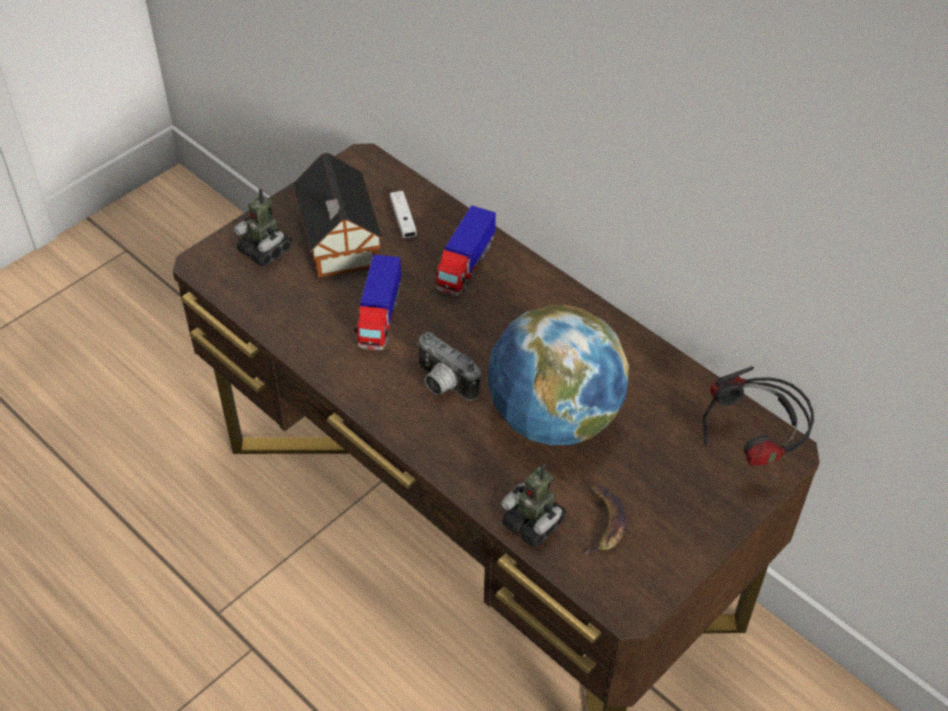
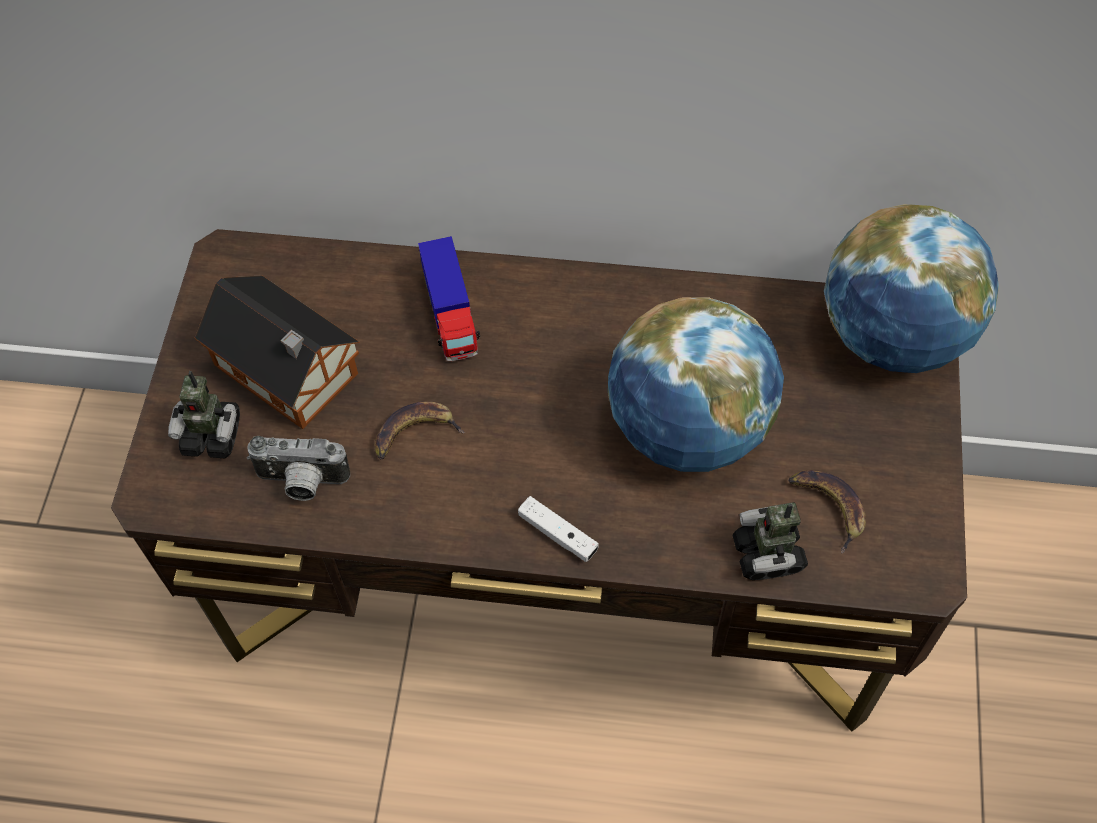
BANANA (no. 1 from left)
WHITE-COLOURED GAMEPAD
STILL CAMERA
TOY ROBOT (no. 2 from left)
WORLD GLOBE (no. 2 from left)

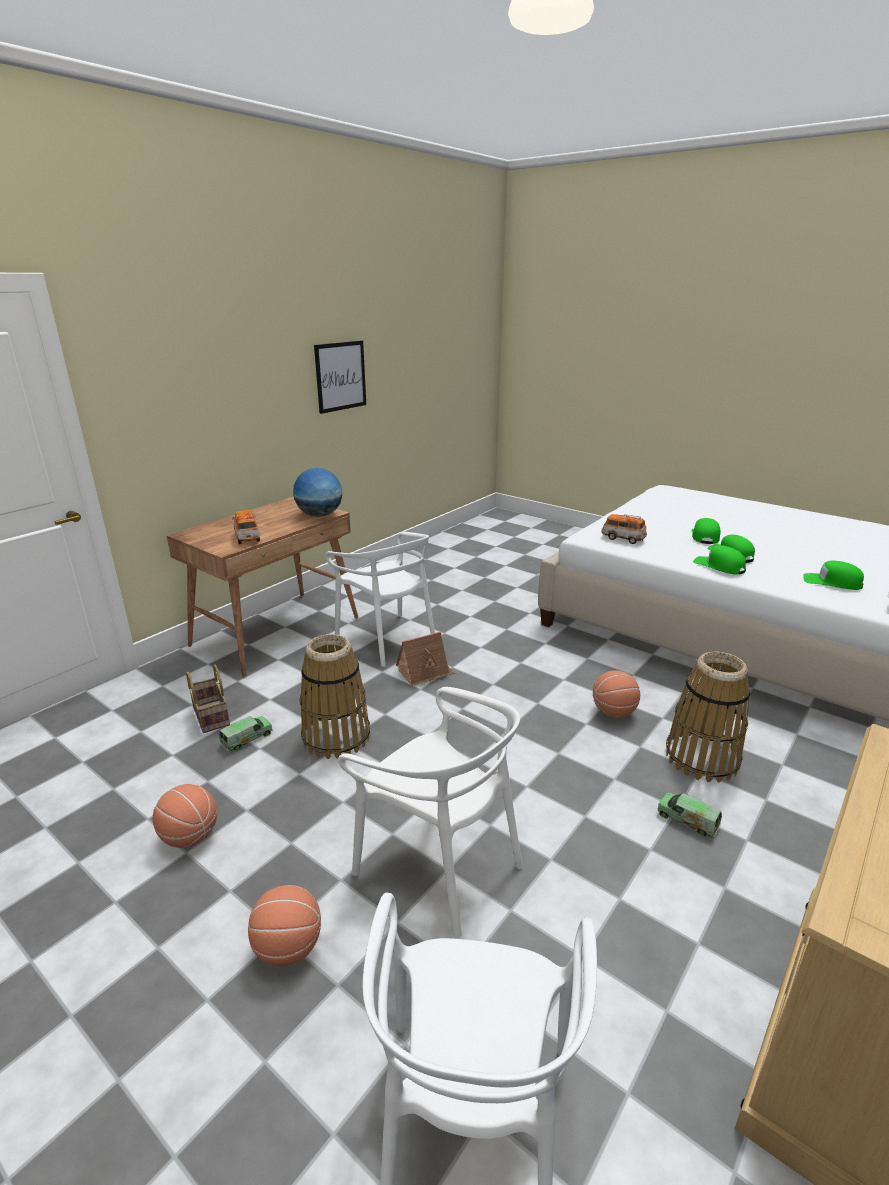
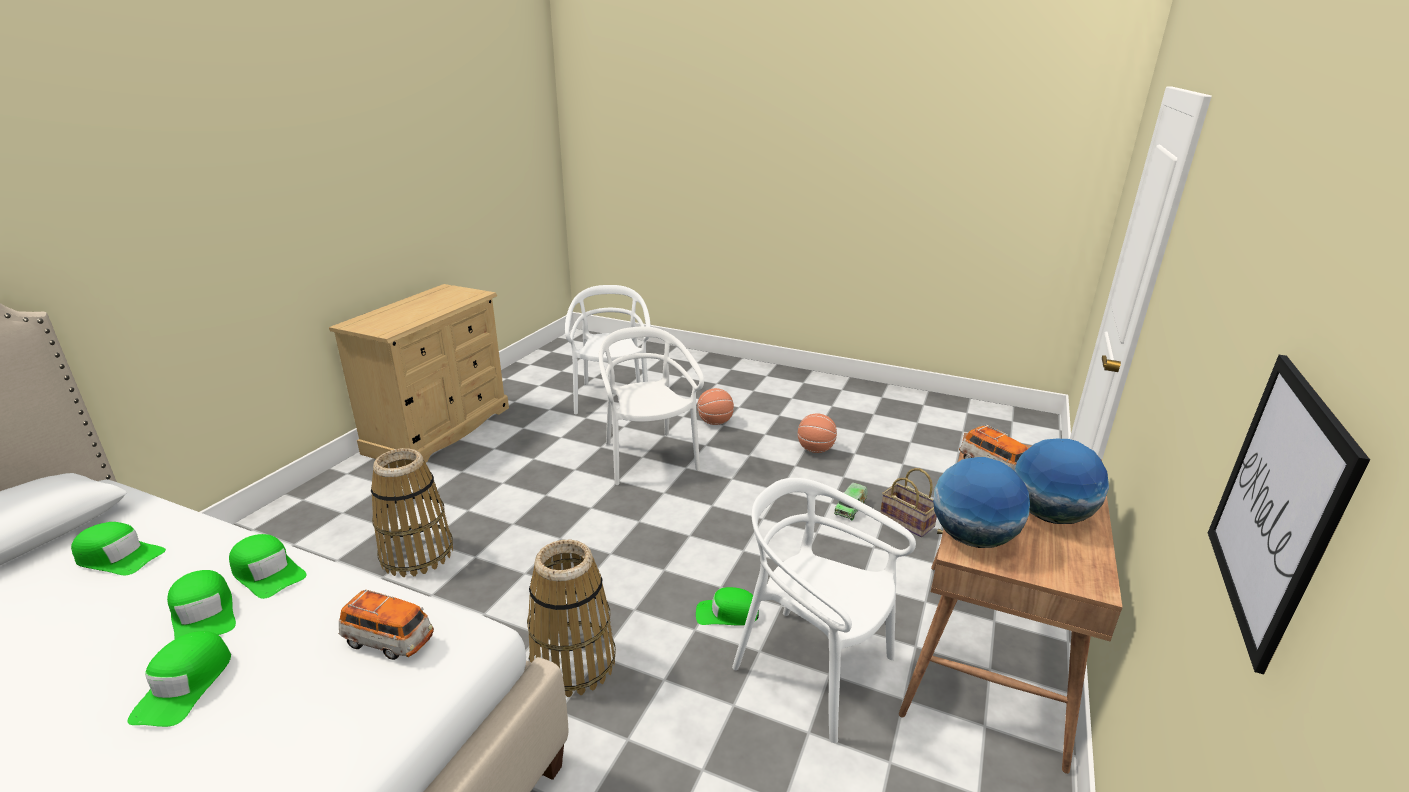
HOUSEHOLD BASKET (no. 2 from left)
WHITE-COLOURED UPRIGHT CHAIR (no. 2 from left)
GREEN-COLOURED PEAKED CAP (no. 5 from left)
BASKETBALL BALL (no. 3 from left in the first image)
TOY TRUCK (no. 2 from left in the first image)
WORLD GLOBE (no. 2 from left)

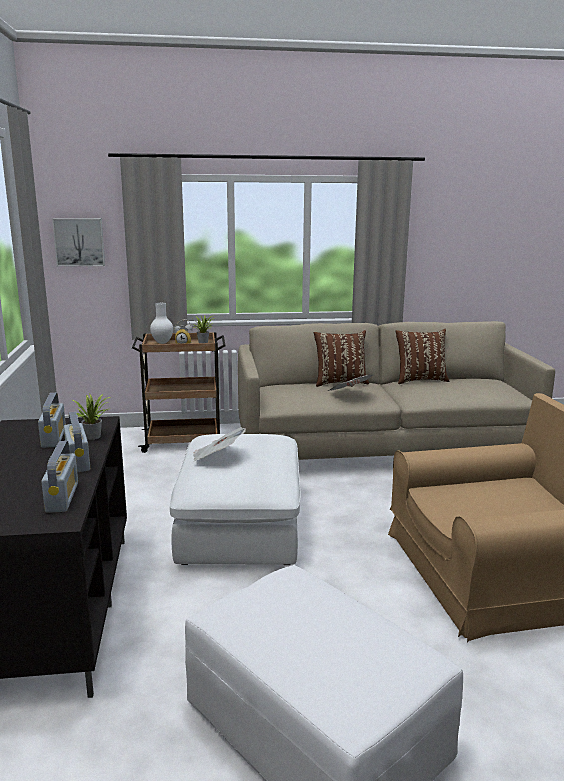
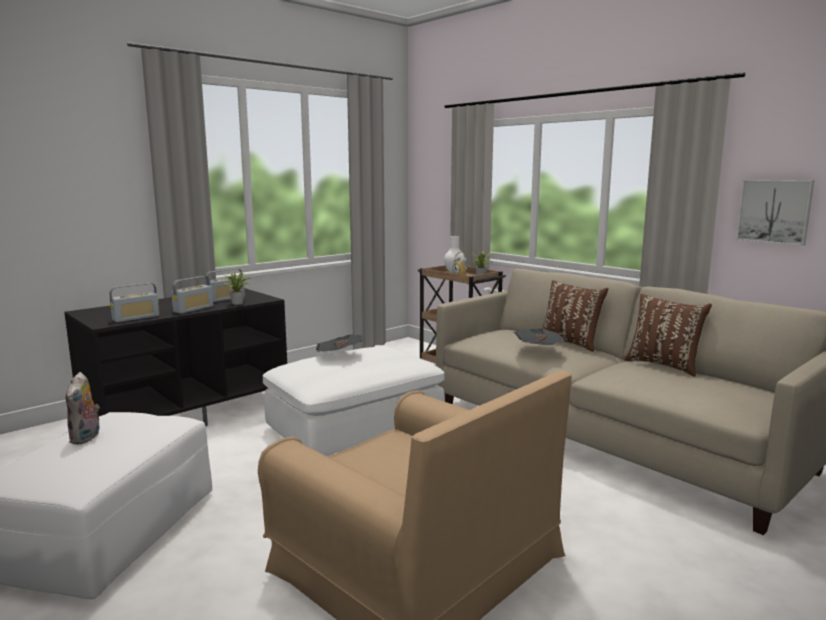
WALL ART
CUDDLY TOY

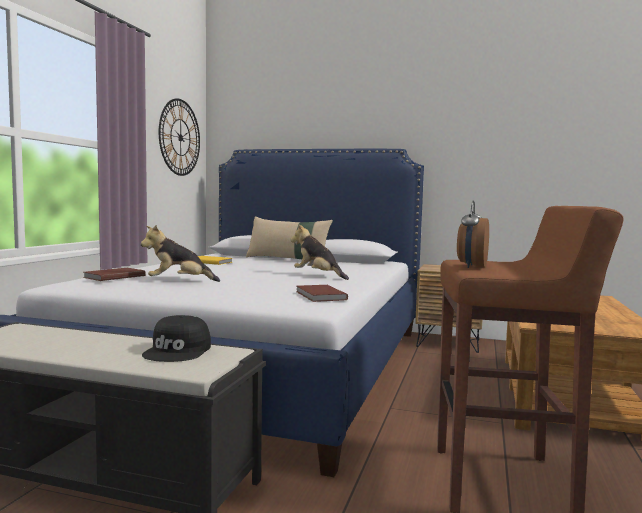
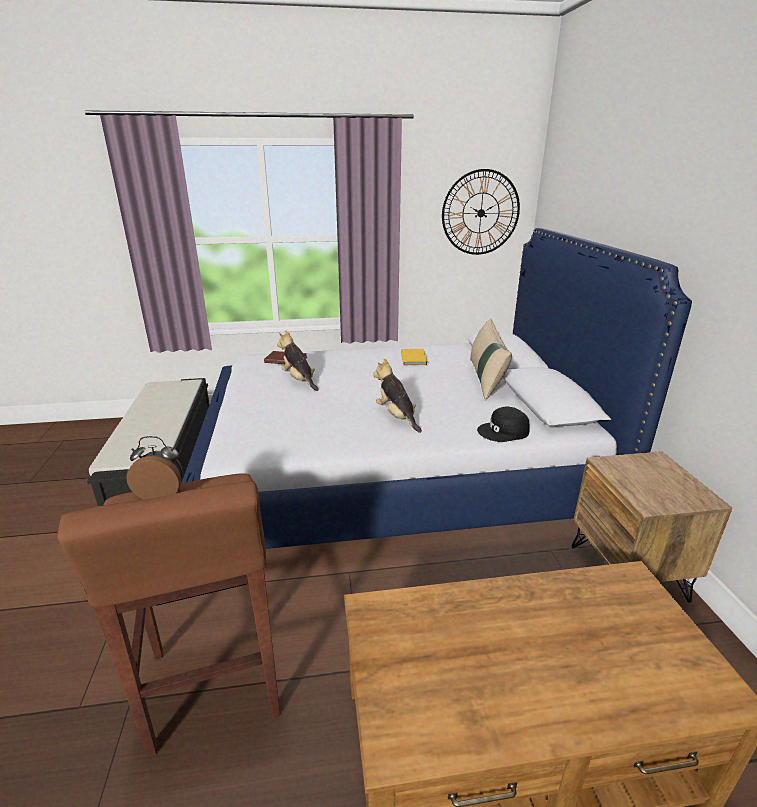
BLACK-COLOURED PEAKED CAP
CUDDLY TOY (no. 2 from left)
BROWN VOLUME (no. 2 from left in the first image)

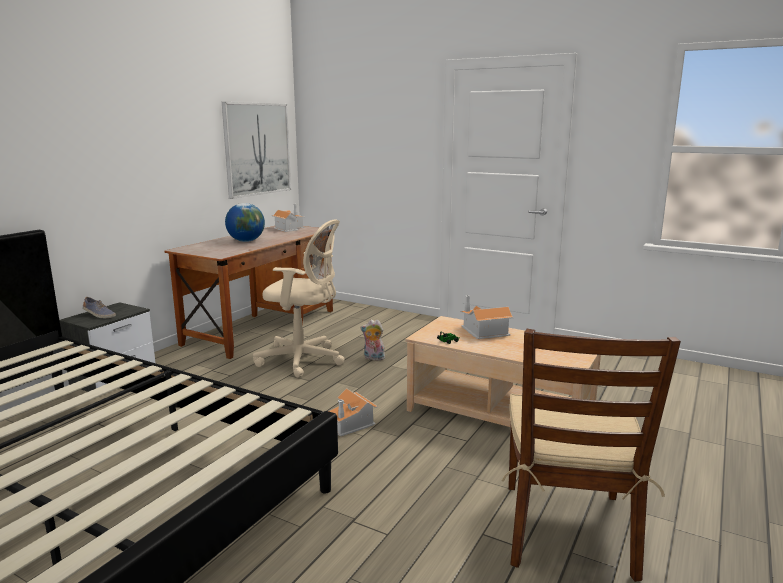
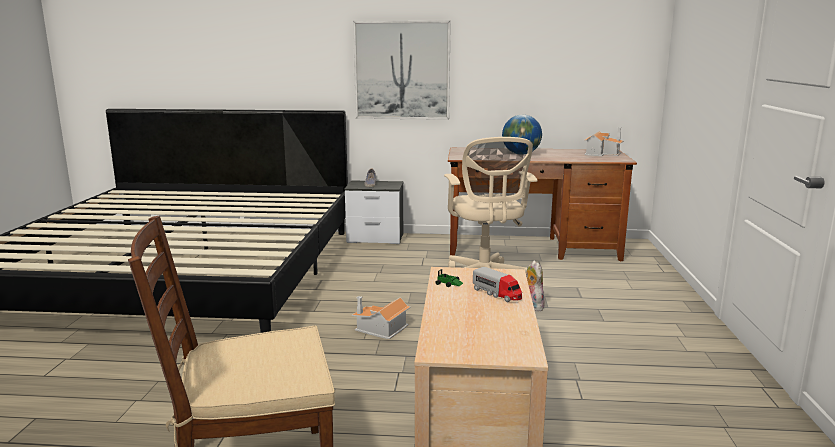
WALL ART
TOY TRUCK

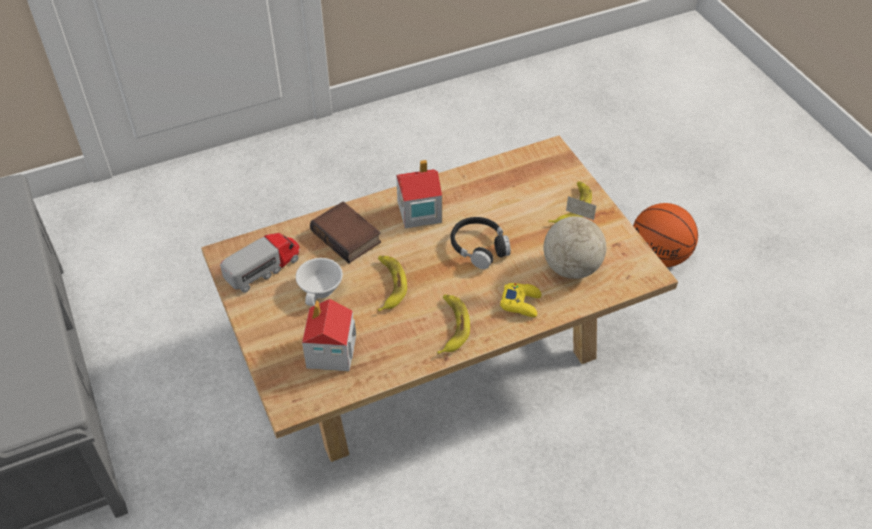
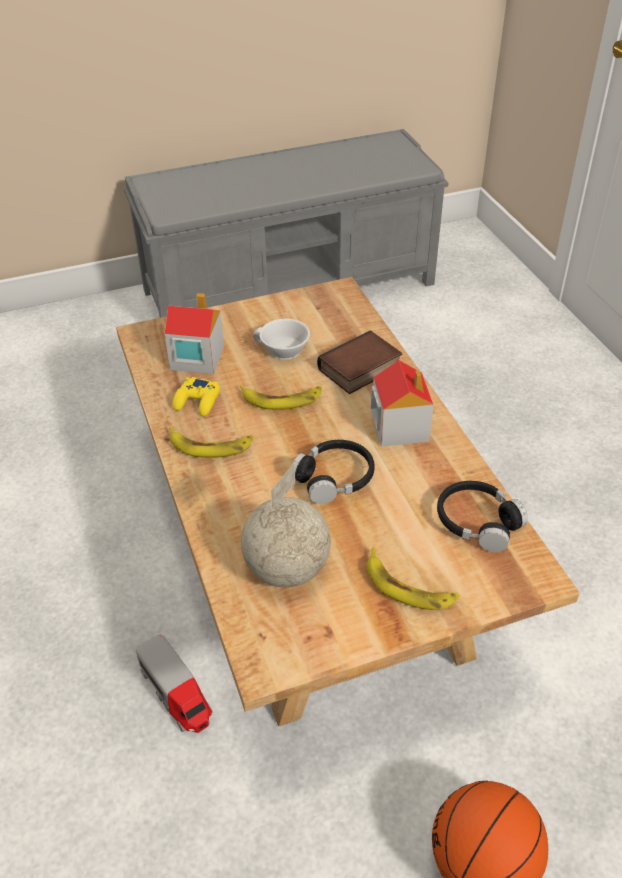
TOY TRUCK
YELLOW-COLOURED GAMEPAD
BLACK-COLOURED HEADPHONES (no. 2 from left)

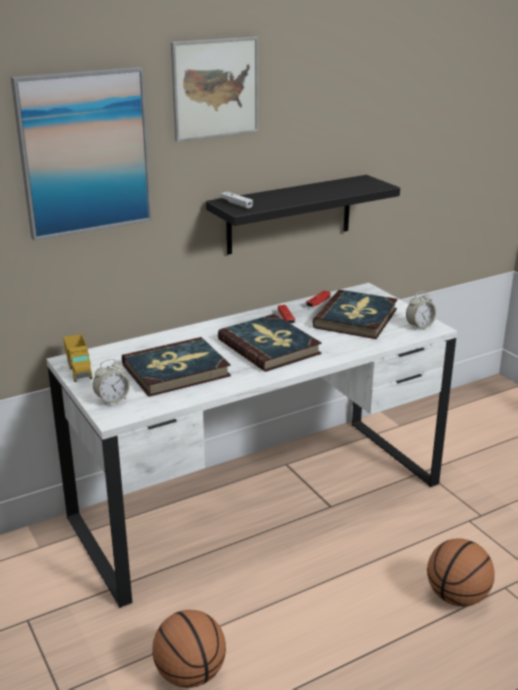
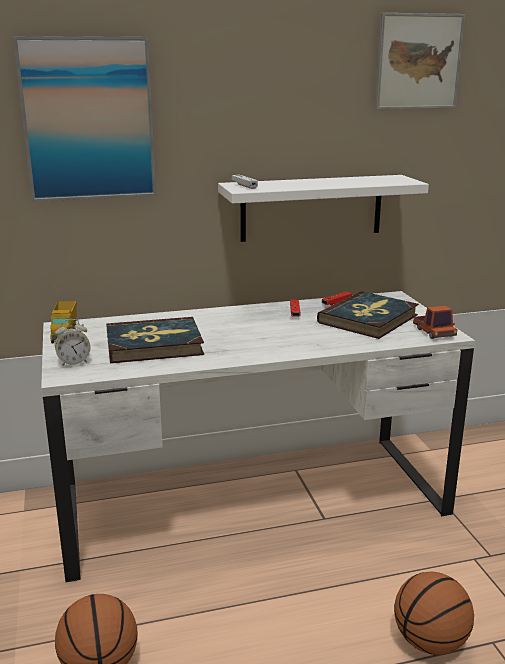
WALL ART (no. 2 from left)
WHITE-COLOURED SHELF
VOLUME (no. 2 from left in the first image)
TOY TRUCK (no. 2 from left)

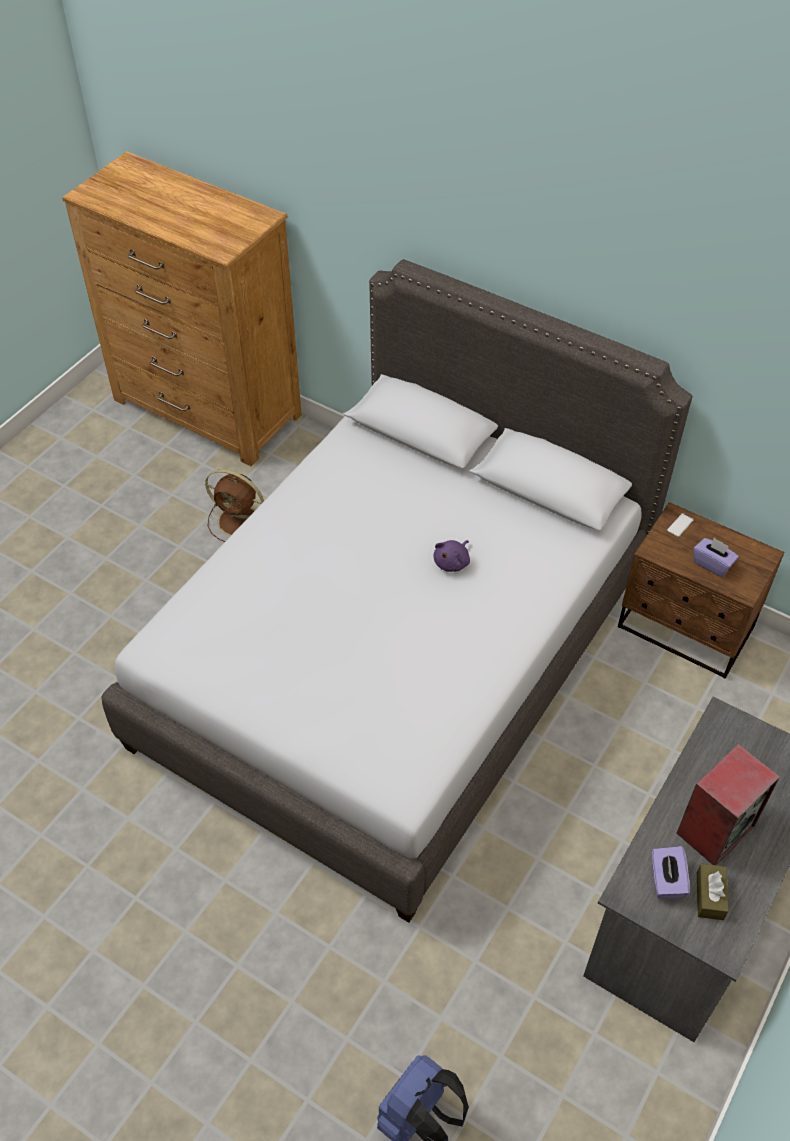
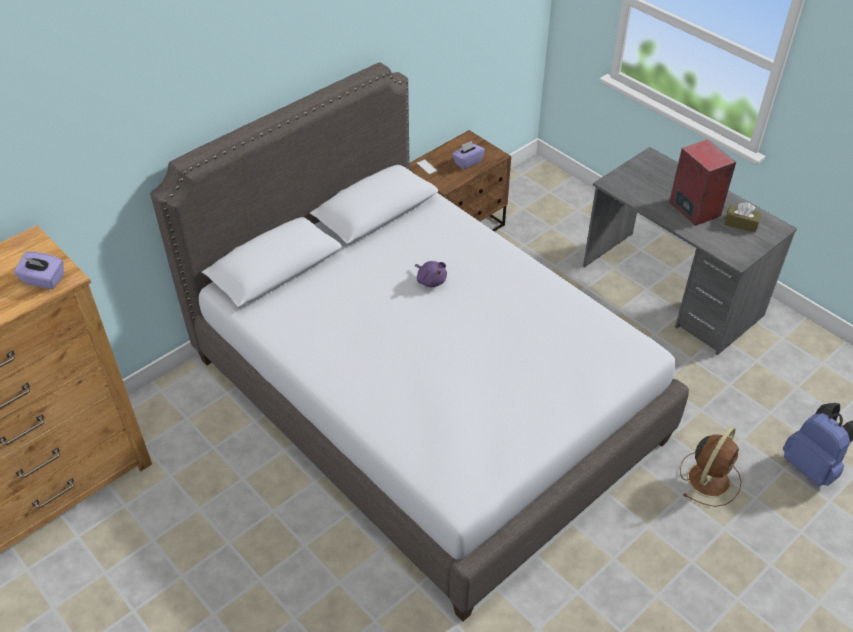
BROWN FAN
PURPLISH BOX OF TISSUES (no. 1 from left)

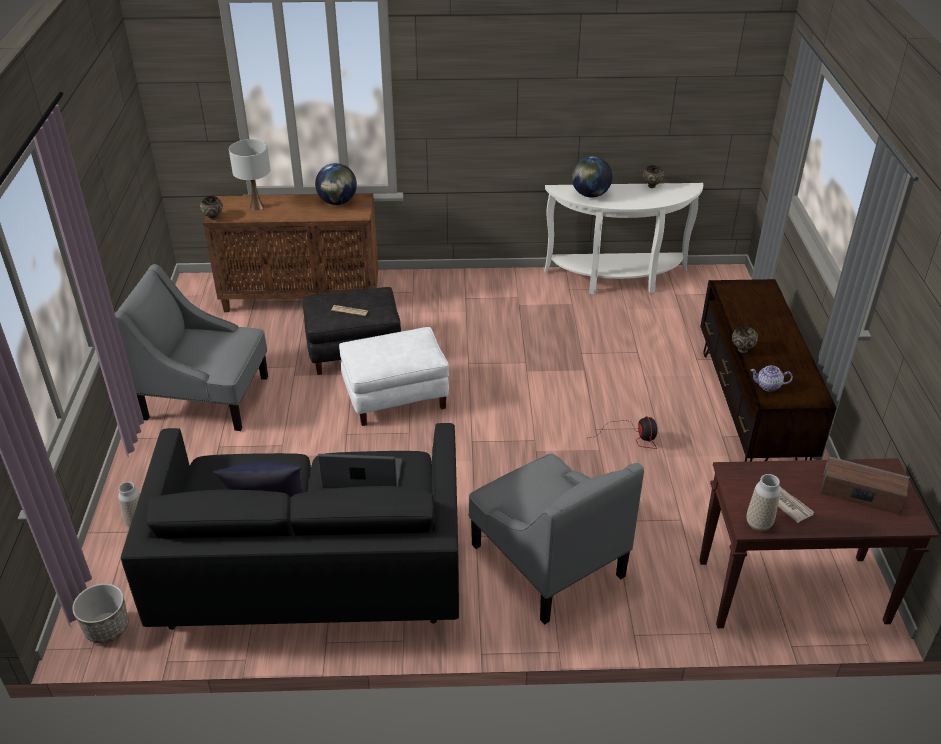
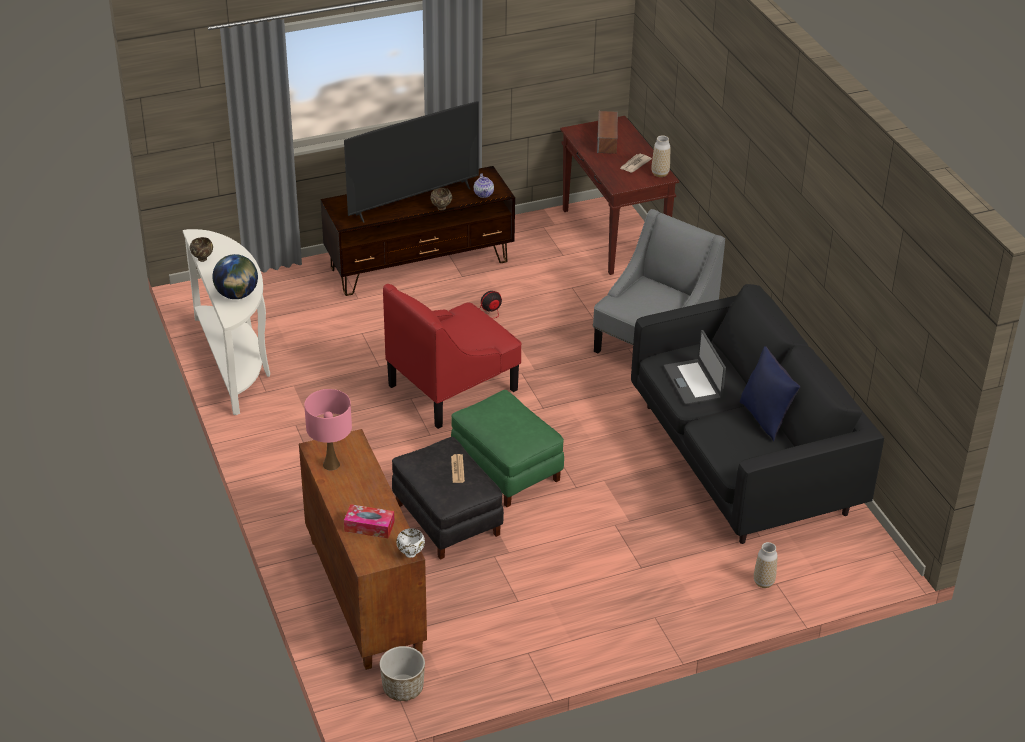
PLANT POT
GREYISH LOUNGE CHAIR (no. 1 from left in the first image)
WHITE-COLOURED BOWL
BOX OF TISSUES
PINK-COLOURED TABLETOP LAMP
GREEN-COLOURED POUFFE
TELEVISION
RED-COLOURED LOUNGE CHAIR

